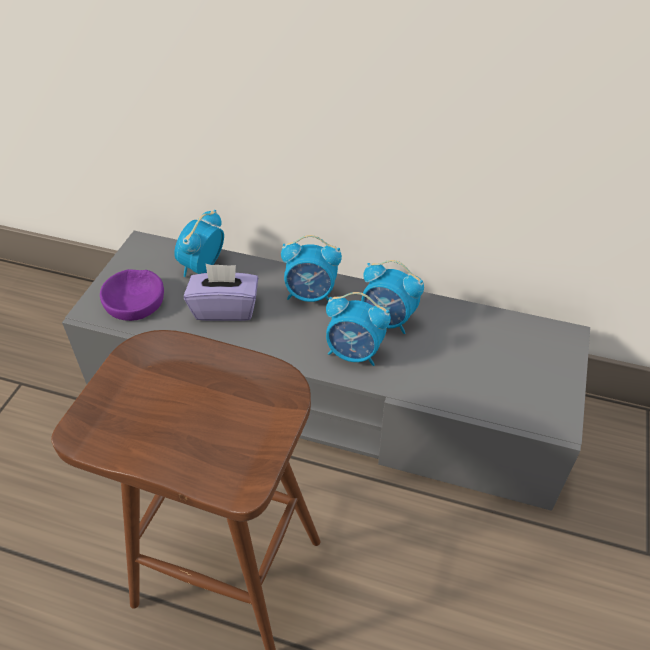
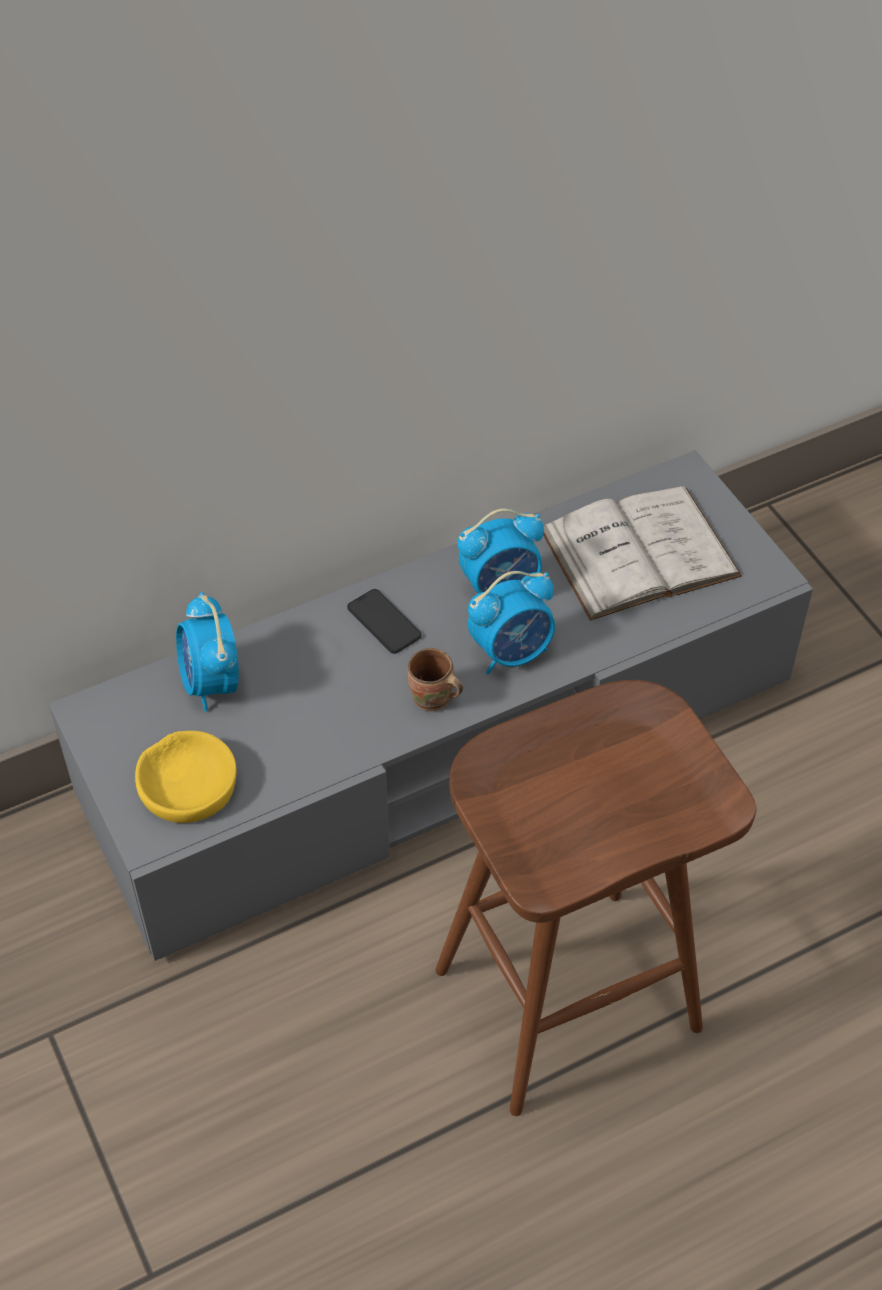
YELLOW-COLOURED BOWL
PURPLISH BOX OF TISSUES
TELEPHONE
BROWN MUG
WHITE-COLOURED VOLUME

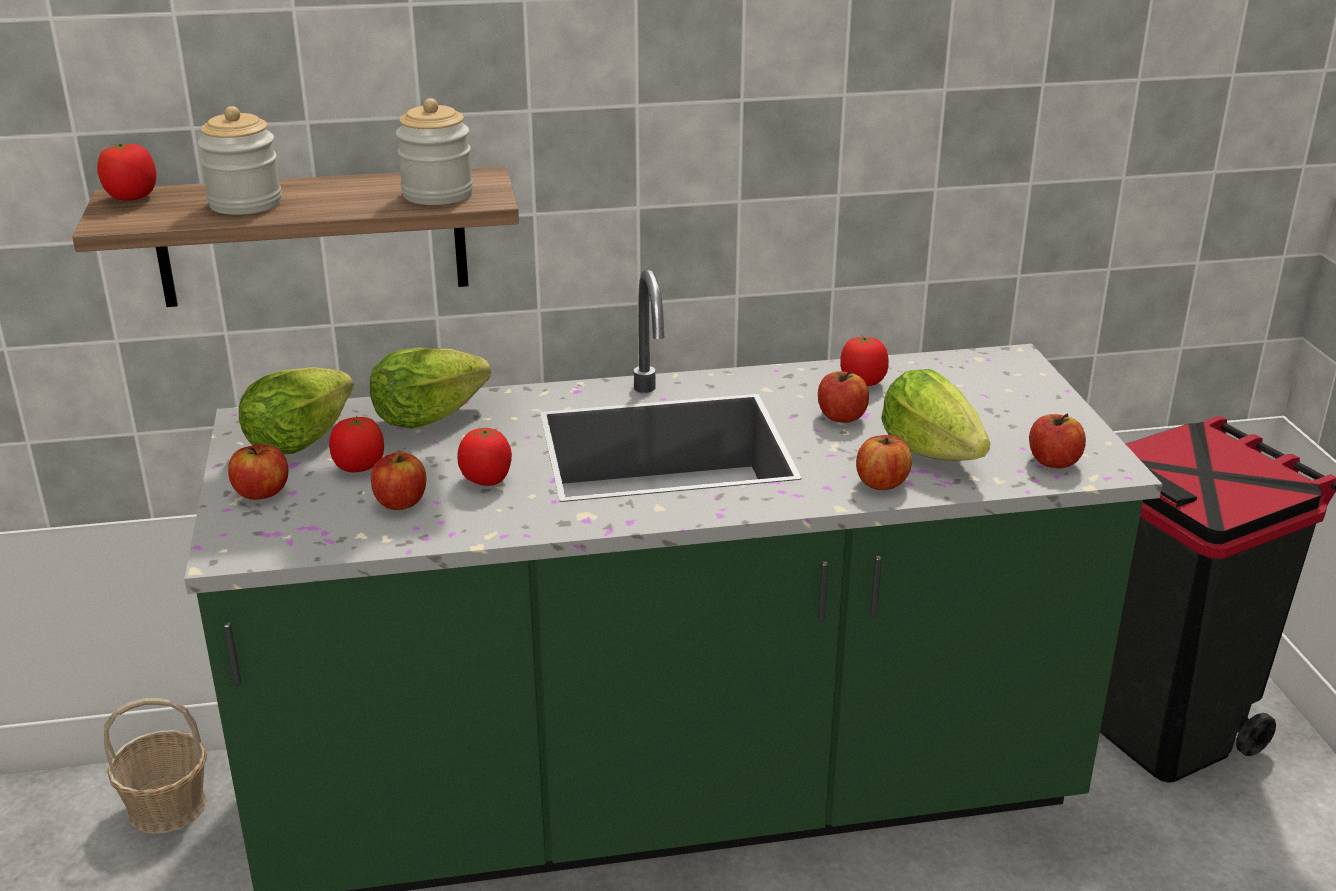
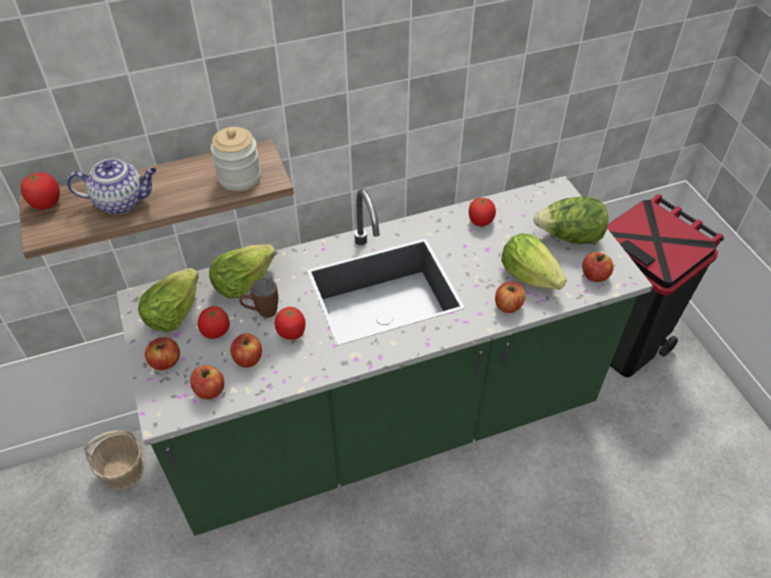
POT FOR TEA
WHOLE APPLE (no. 2 from left)
BROWN MUG
LETTUCE HEAD (no. 4 from left)

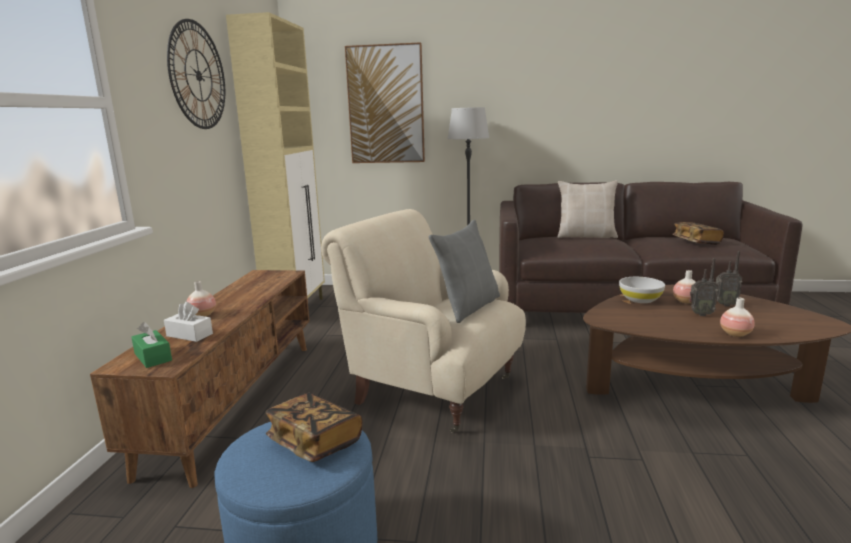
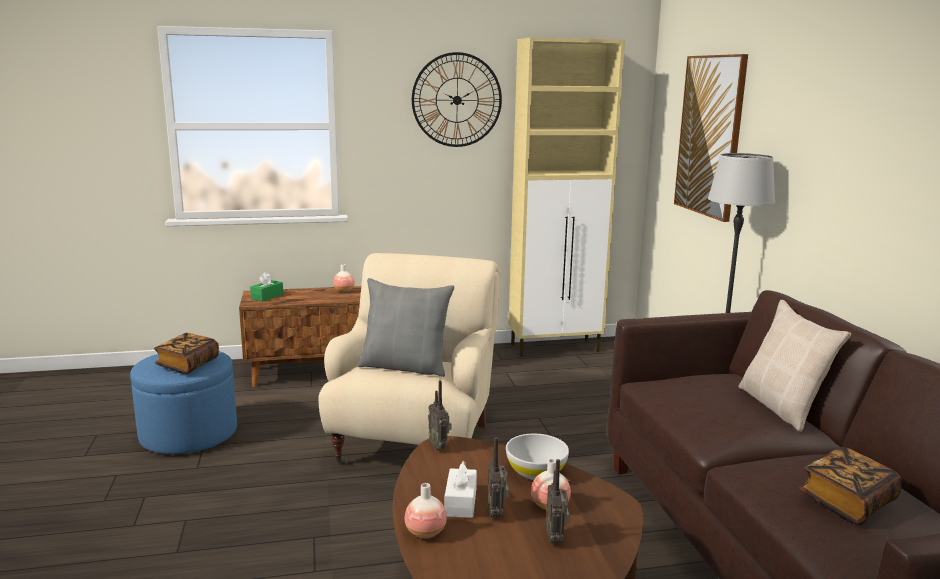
WHITE-COLOURED BOX OF TISSUES
RADIO SET (no. 1 from left)

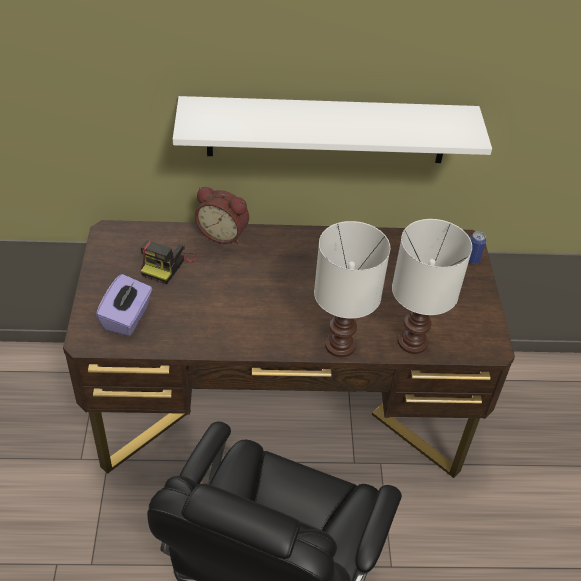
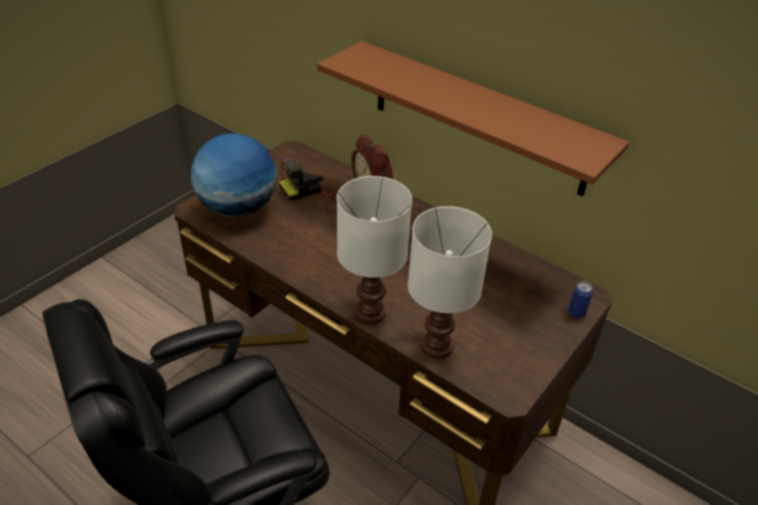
WORLD GLOBE
BROWN SHELF

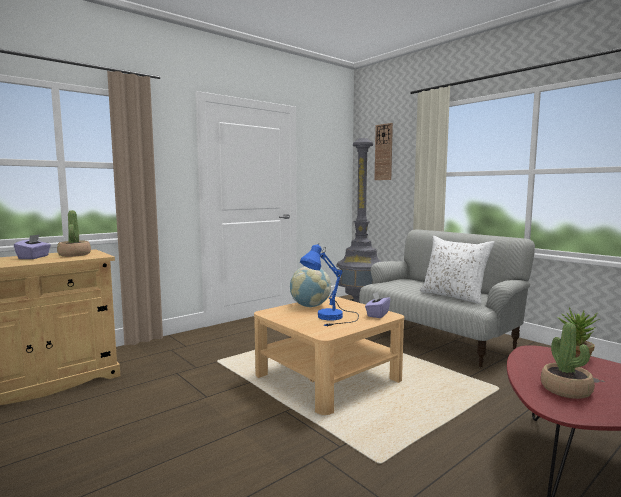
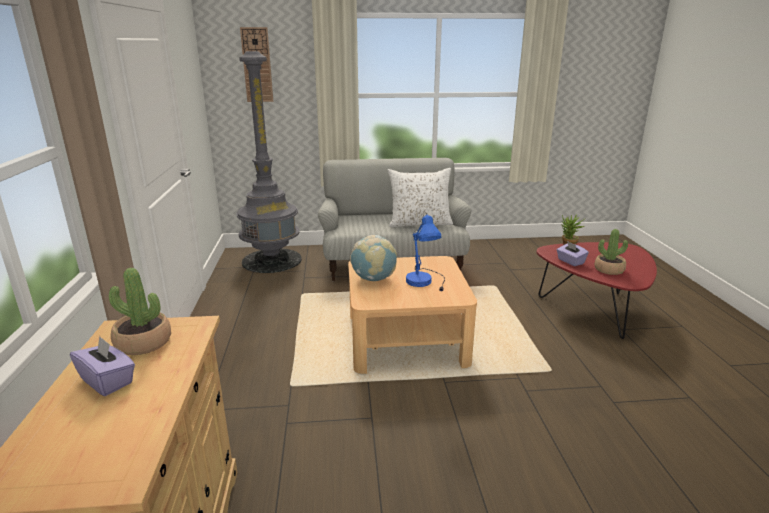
PURPLISH BOX OF TISSUES (no. 2 from left)

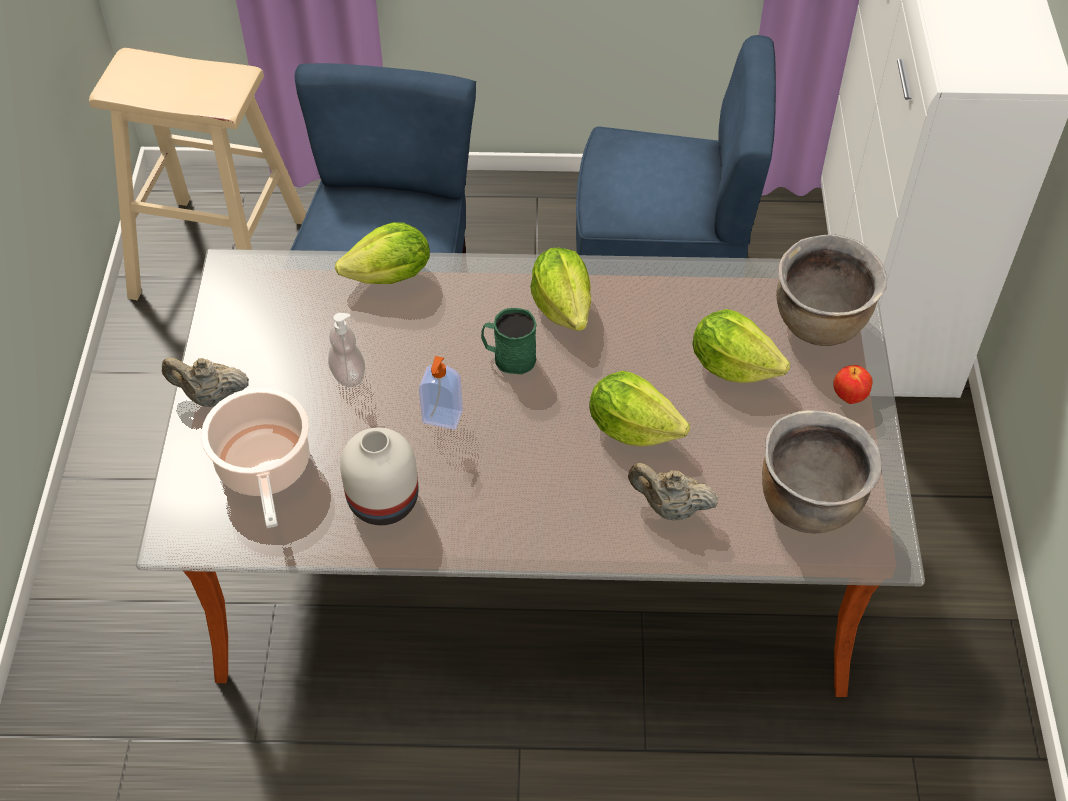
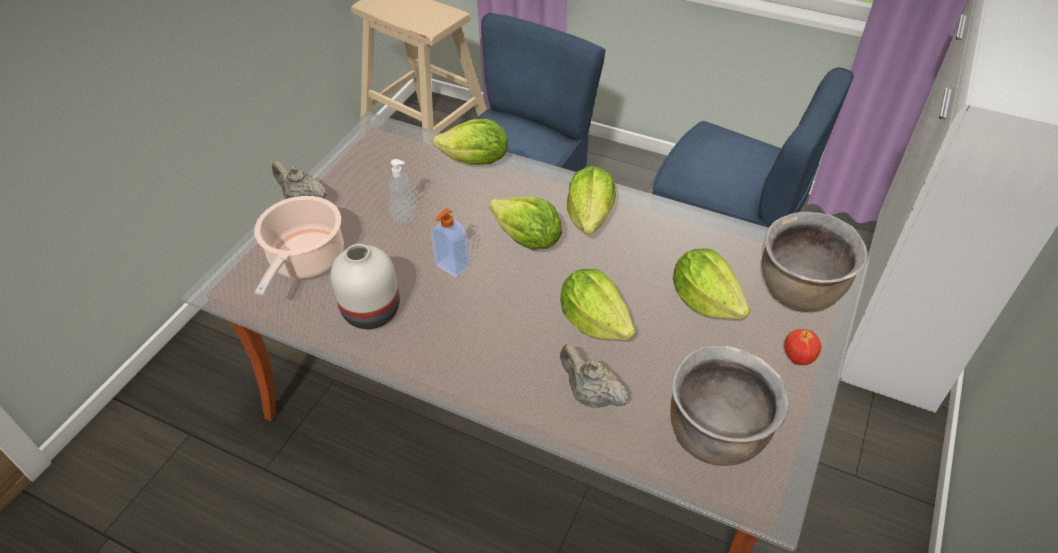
LETTUCE HEAD (no. 2 from left)

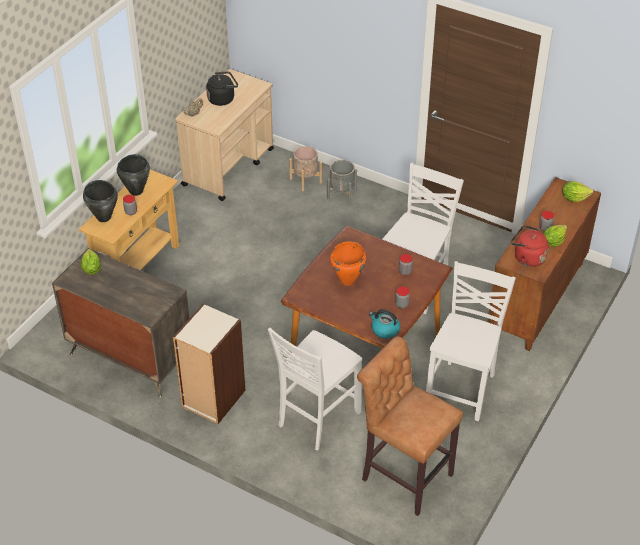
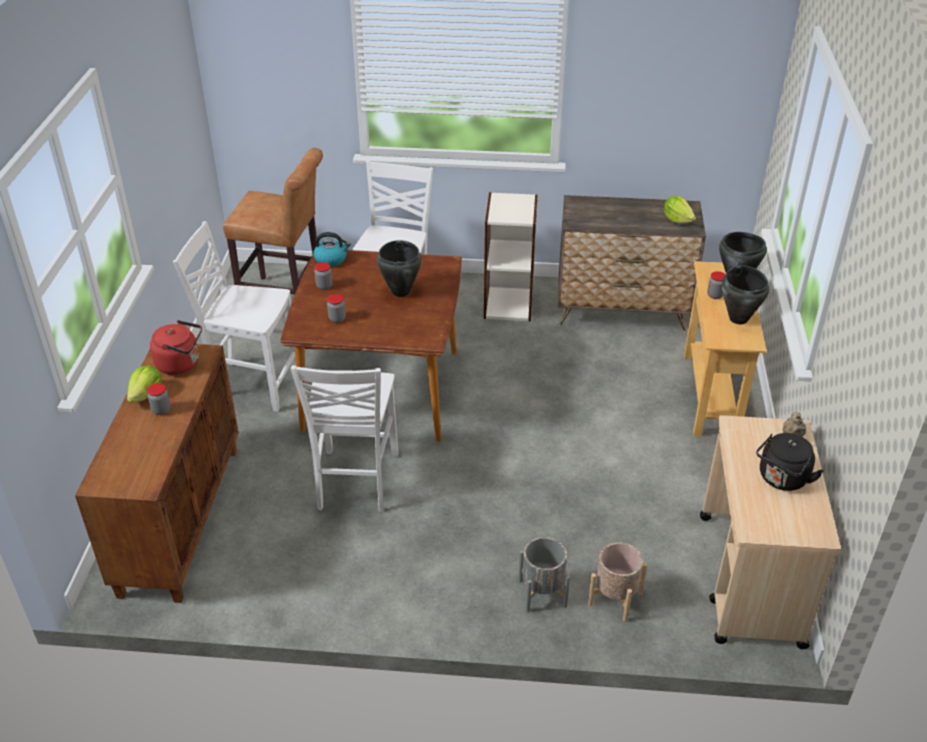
BLACK-COLOURED COOKING POT (no. 1 from left)
WHITE-COLOURED UPRIGHT CHAIR (no. 1 from left)
LETTUCE HEAD (no. 3 from left in the first image)

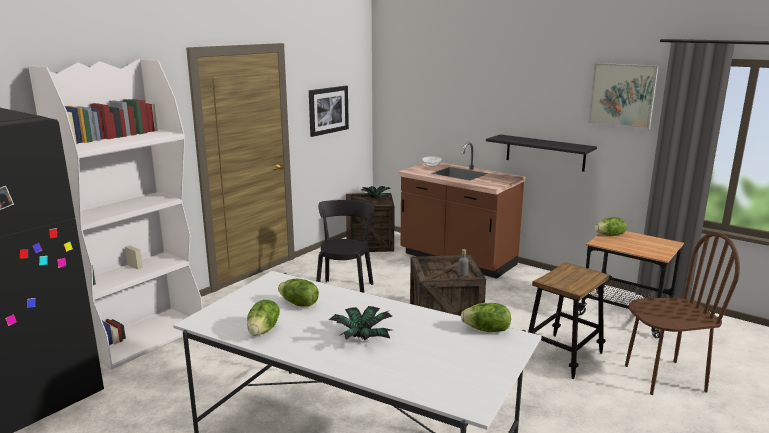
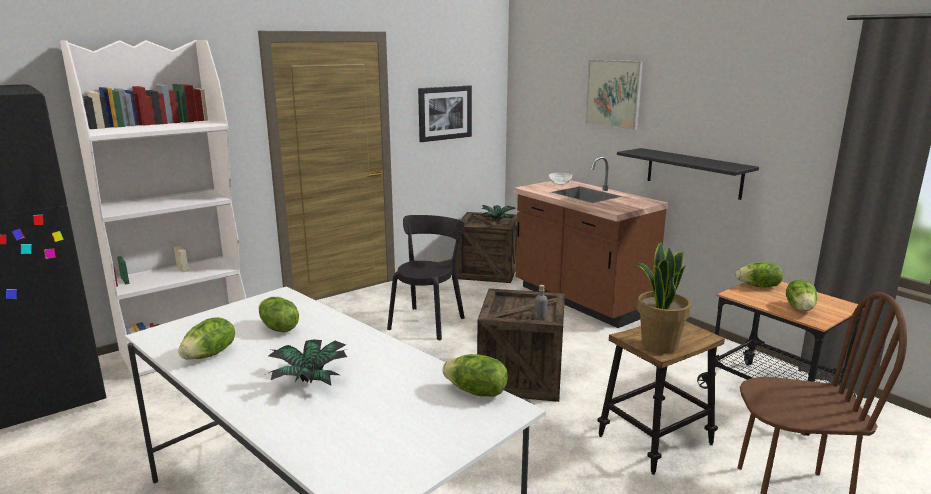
WALL ART (no. 2 from left)
POTTED PLANT (no. 3 from left)
LETTUCE HEAD (no. 5 from left)

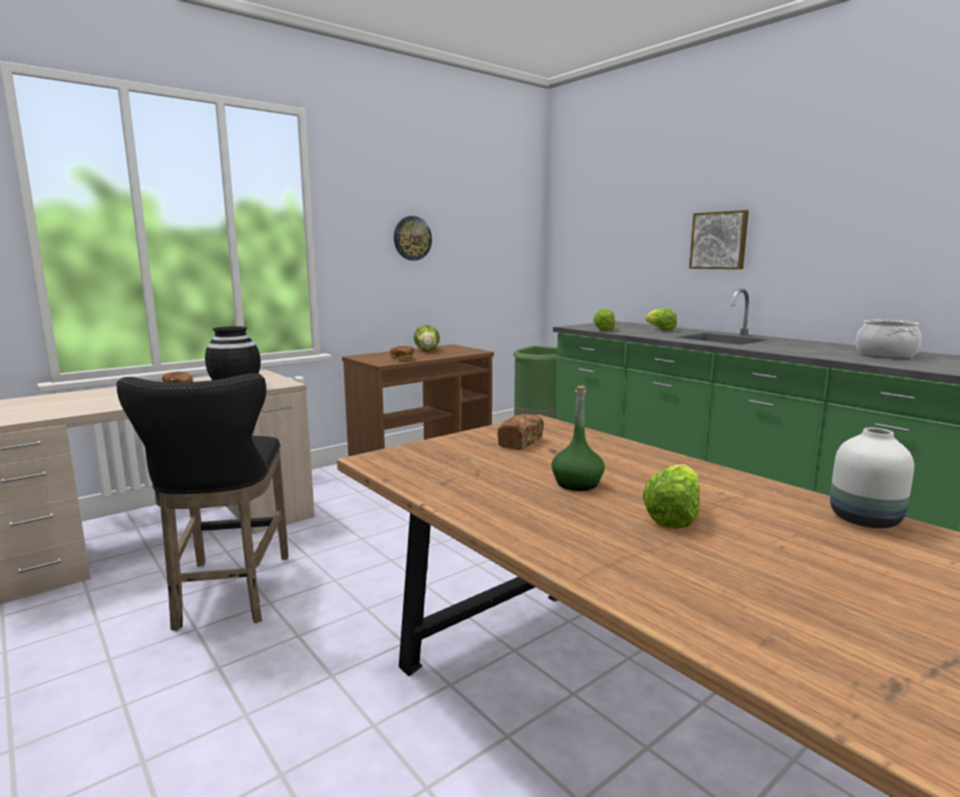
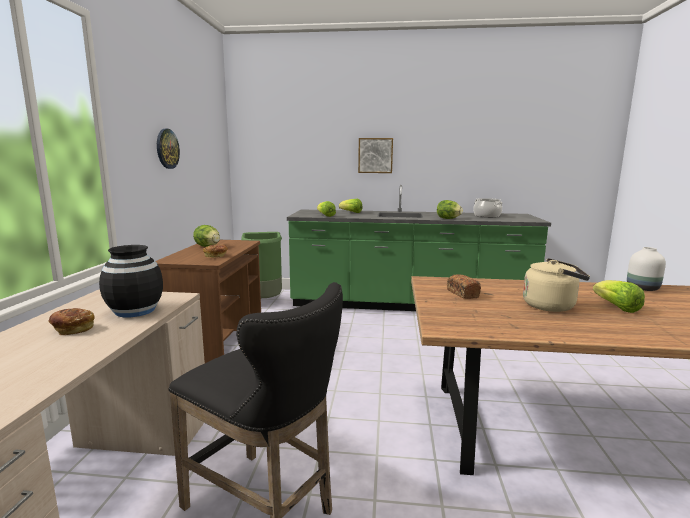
BEIGE-COLOURED WATER KETTLE
LETTUCE HEAD (no. 4 from left)

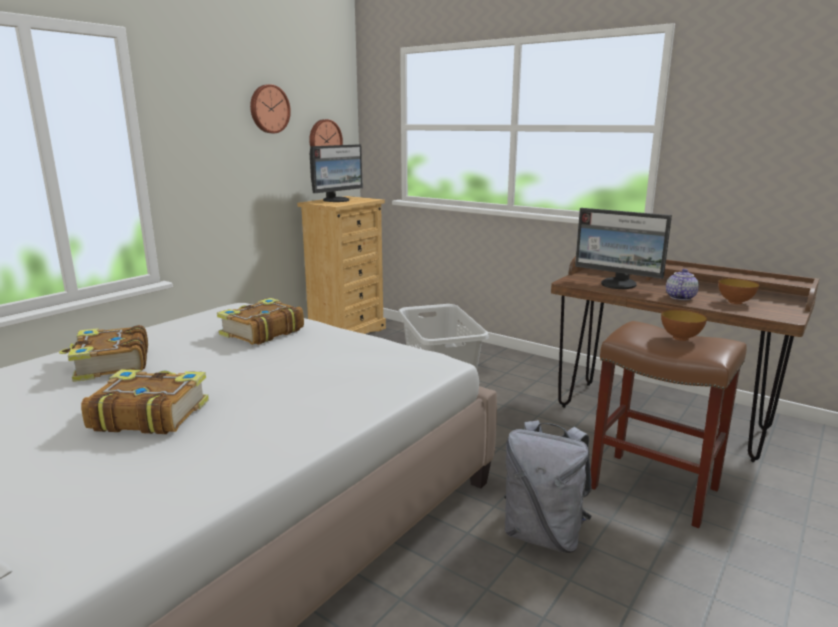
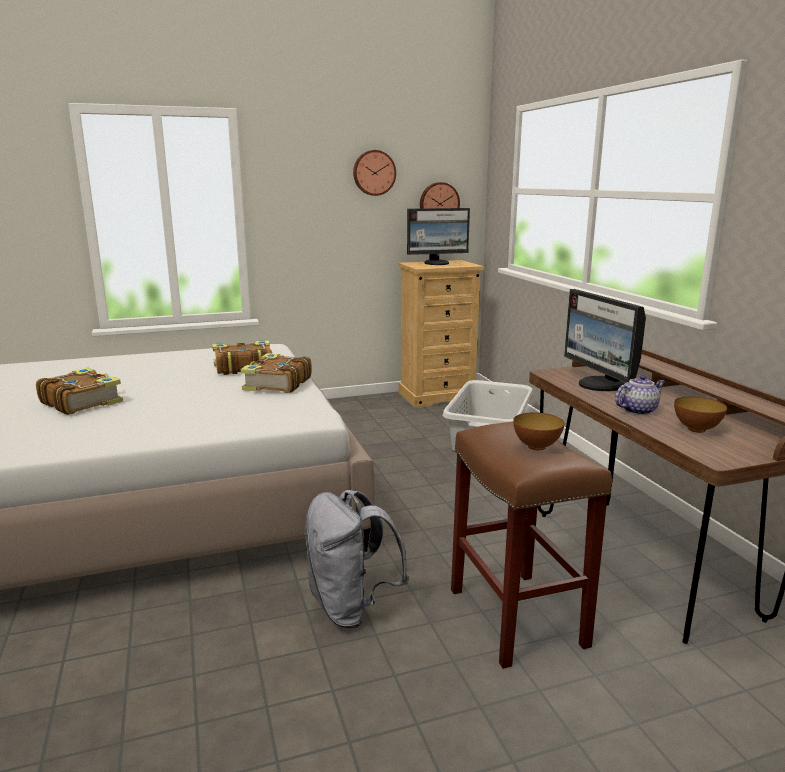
VOLUME (no. 3 from left)

